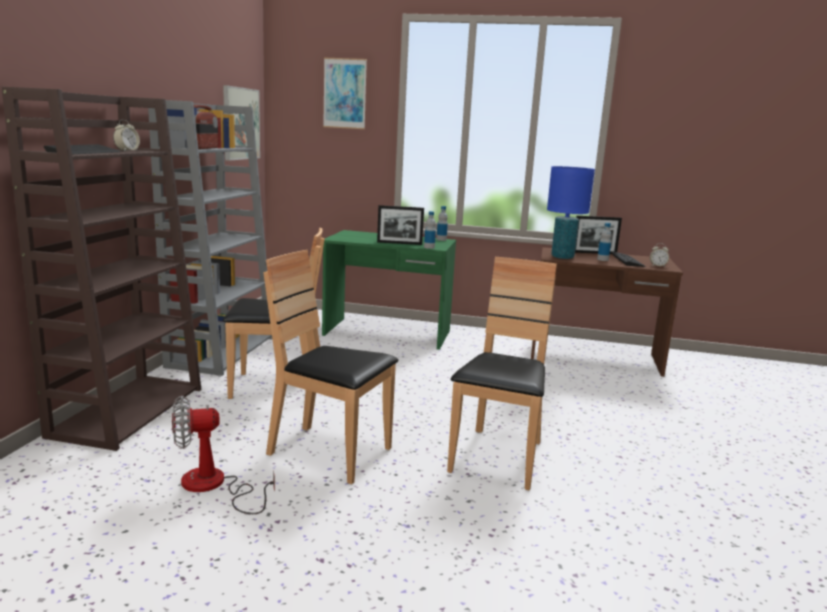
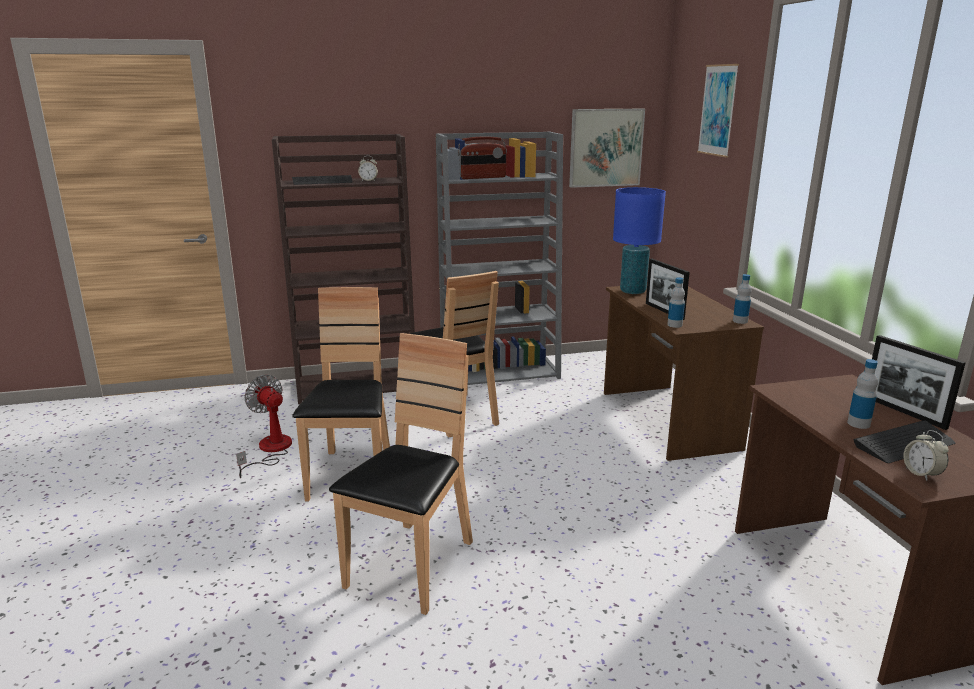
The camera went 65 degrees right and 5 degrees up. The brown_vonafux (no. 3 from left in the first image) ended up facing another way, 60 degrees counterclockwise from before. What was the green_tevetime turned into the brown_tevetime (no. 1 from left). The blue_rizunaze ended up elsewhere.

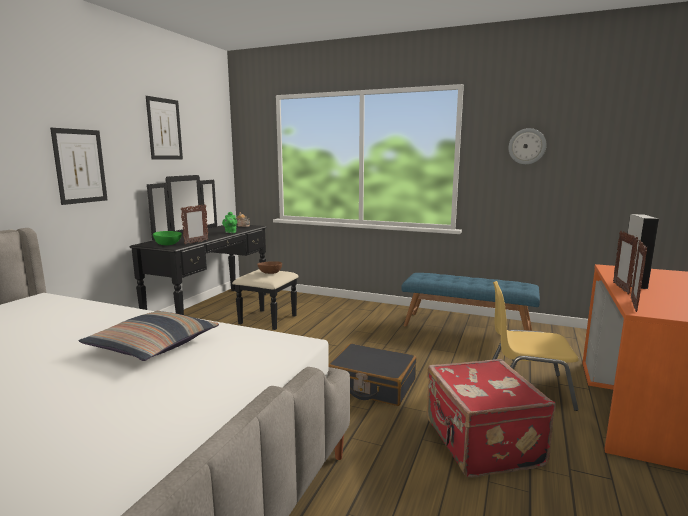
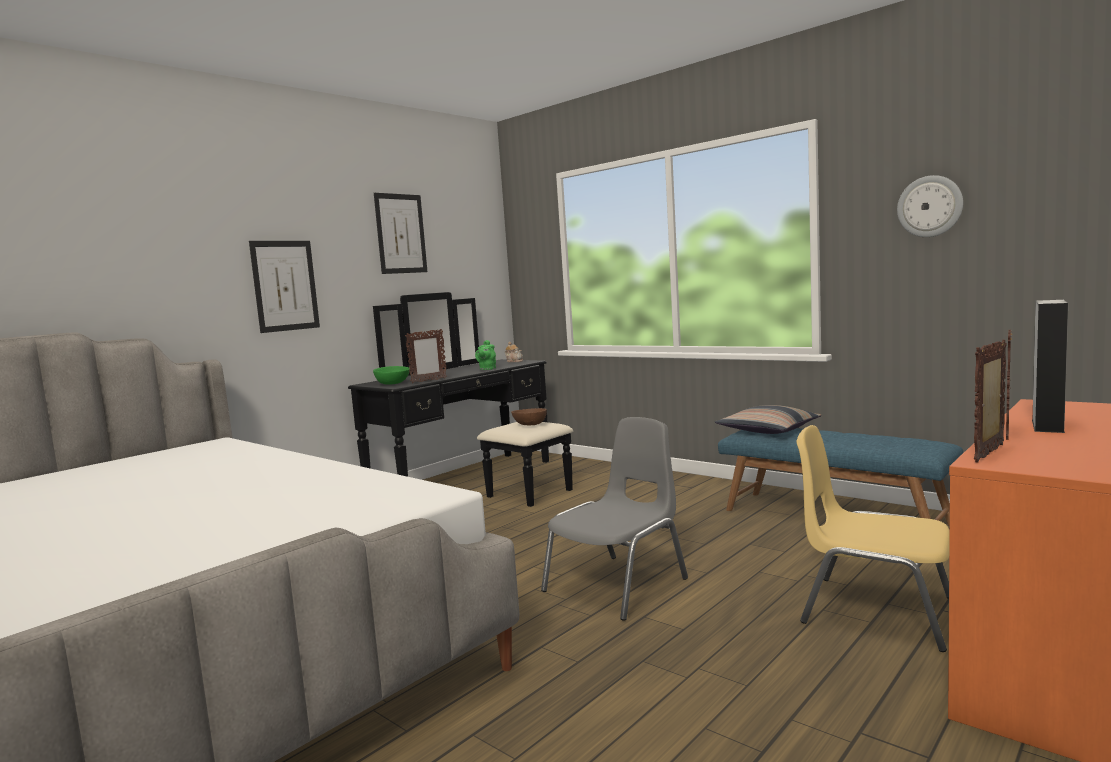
The camera went 20 degrees right and 5 degrees down. Where the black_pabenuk stood, the grey_vonafux came to stand. The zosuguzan ended up elsewhere. The second view lost the red_pabenuk.

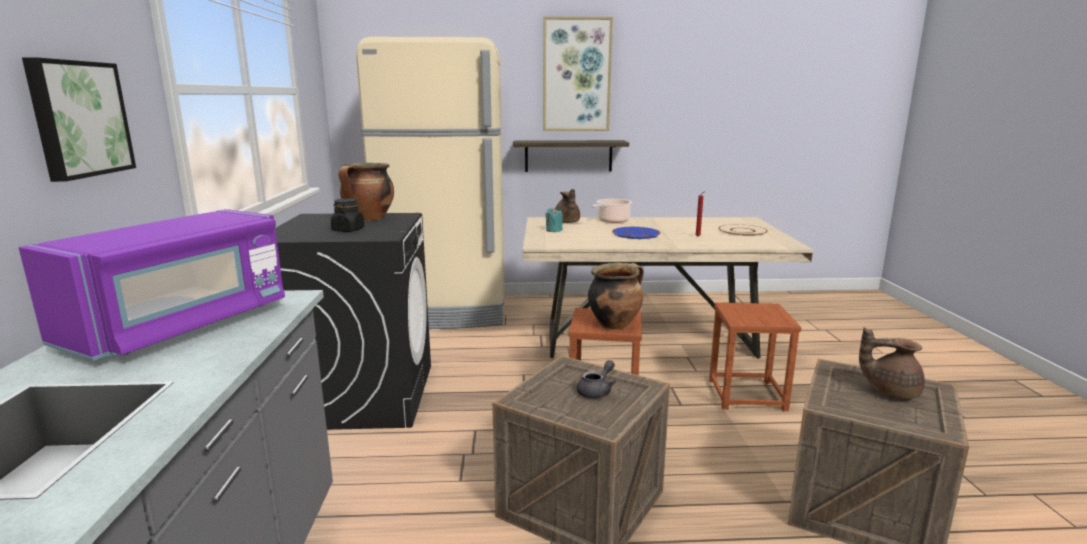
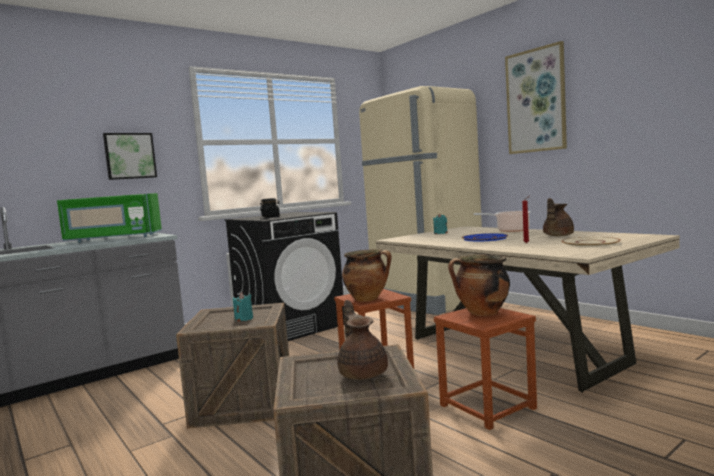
The camera went 55 degrees right and 10 degrees down. What was the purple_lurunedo turned into the green_lurunedo. Where the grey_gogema stood, the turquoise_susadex (no. 1 from left) came to stand. The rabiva (no. 1 from left in the first image) ended up elsewhere. The brown_gogema (no. 1 from left in the first image) ended up elsewhere. The second view lost the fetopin.

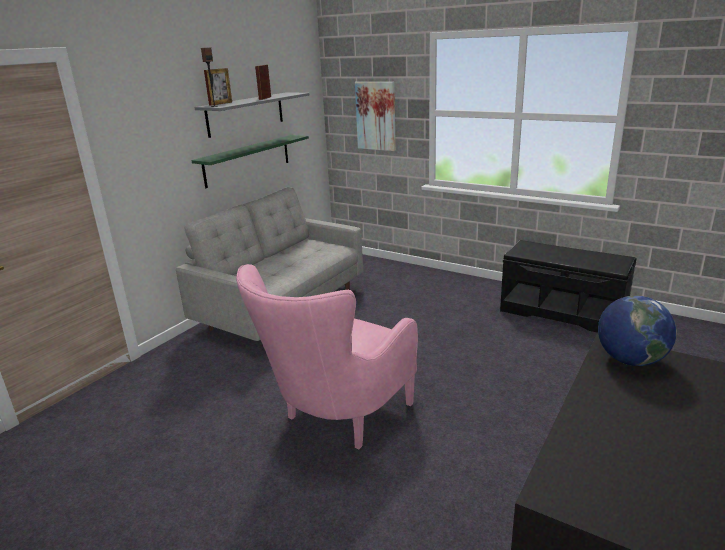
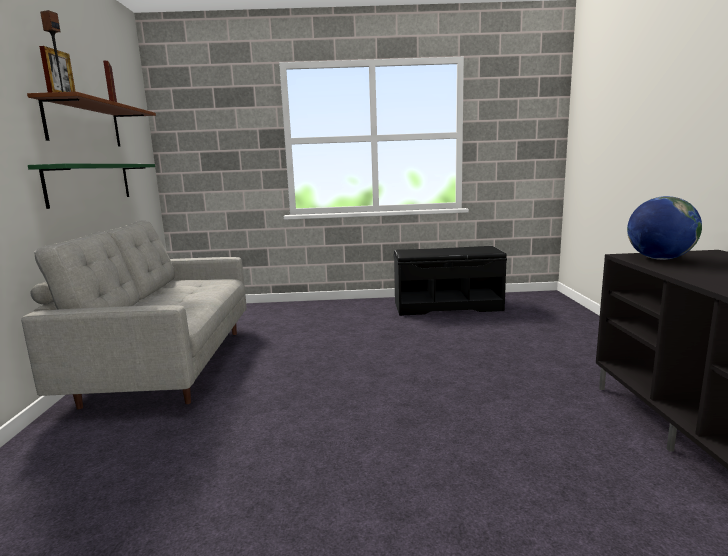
The camera went 35 degrees left and 10 degrees down. What was the grey_fetopin turned into the brown_fetopin. The second view lost the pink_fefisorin. The second view lost the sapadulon.

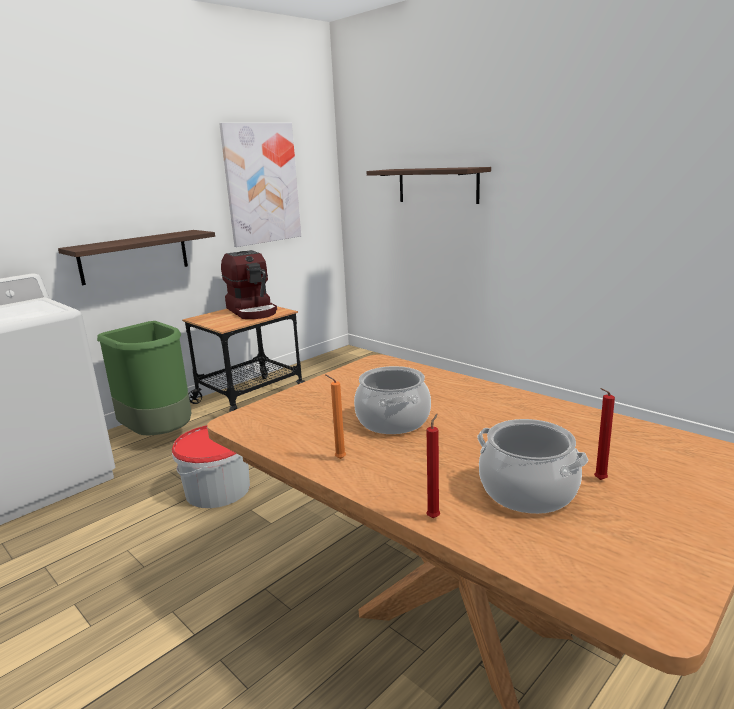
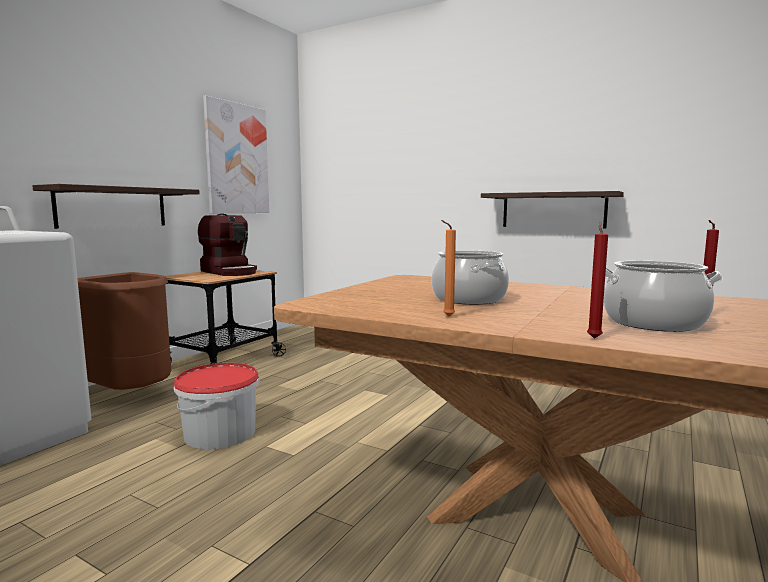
The camera went 15 degrees left and 10 degrees down. What was the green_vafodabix turned into the brown_vafodabix. The fetopin (no. 2 from left) ended up elsewhere.

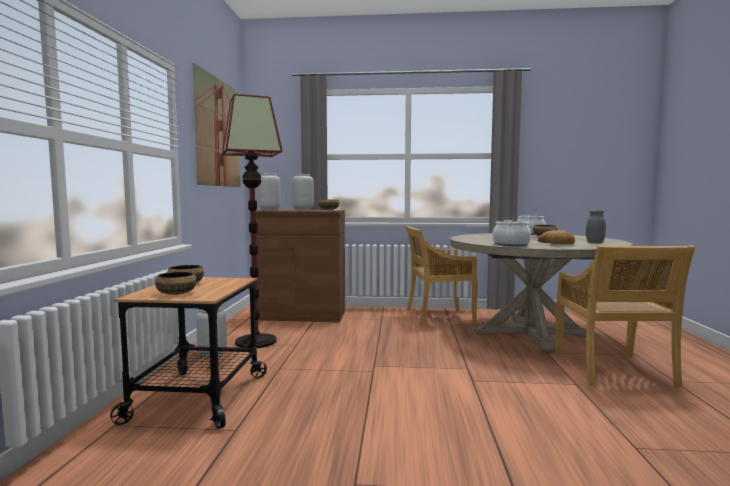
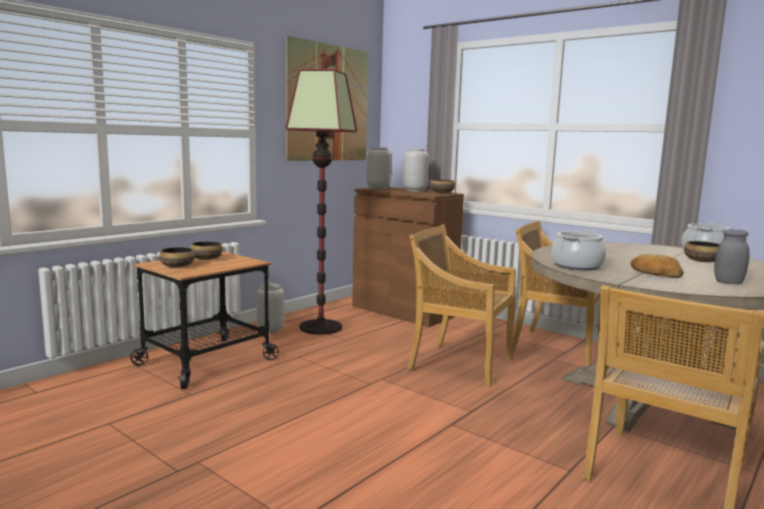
The camera went 35 degrees right and 5 degrees up. The second view gained the beige_vonafux (no. 1 from left).

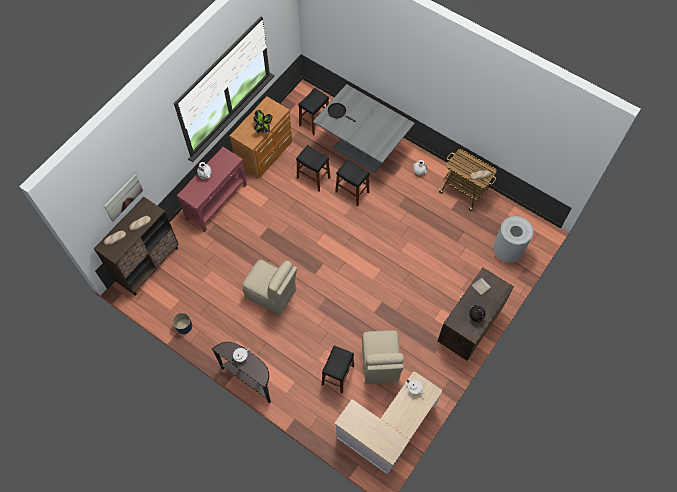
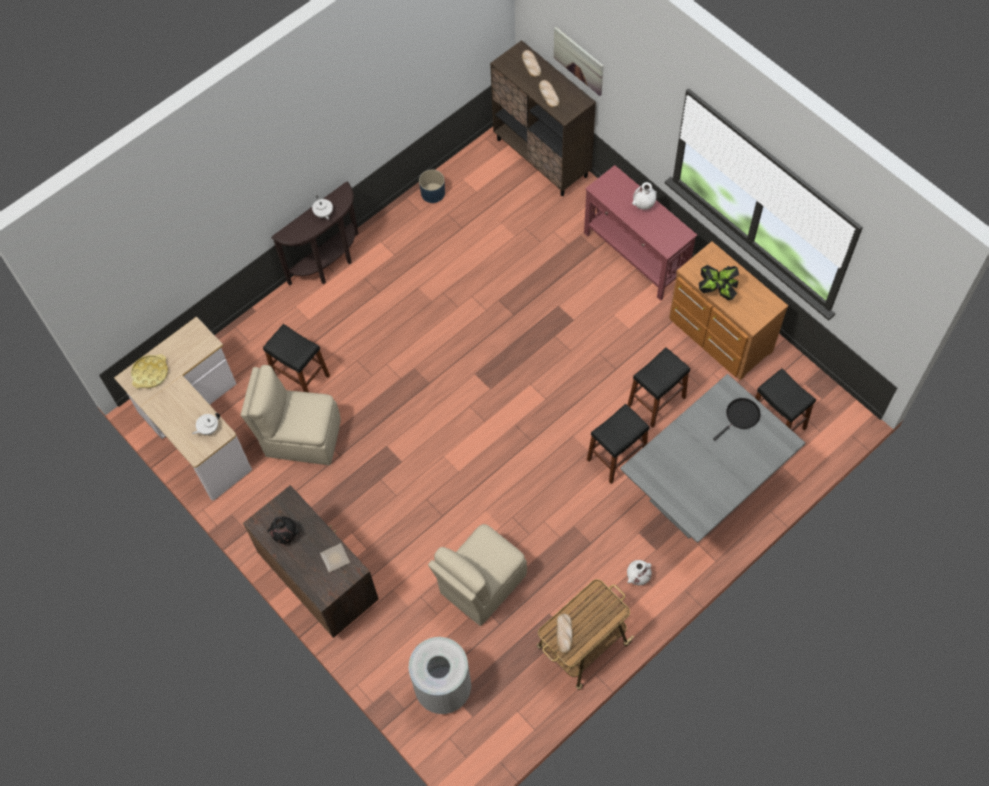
The camera went 105 degrees right and 0 degrees up. The second view gained the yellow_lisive. The beige_vonafux (no. 1 from left in the first image) ended up elsewhere.

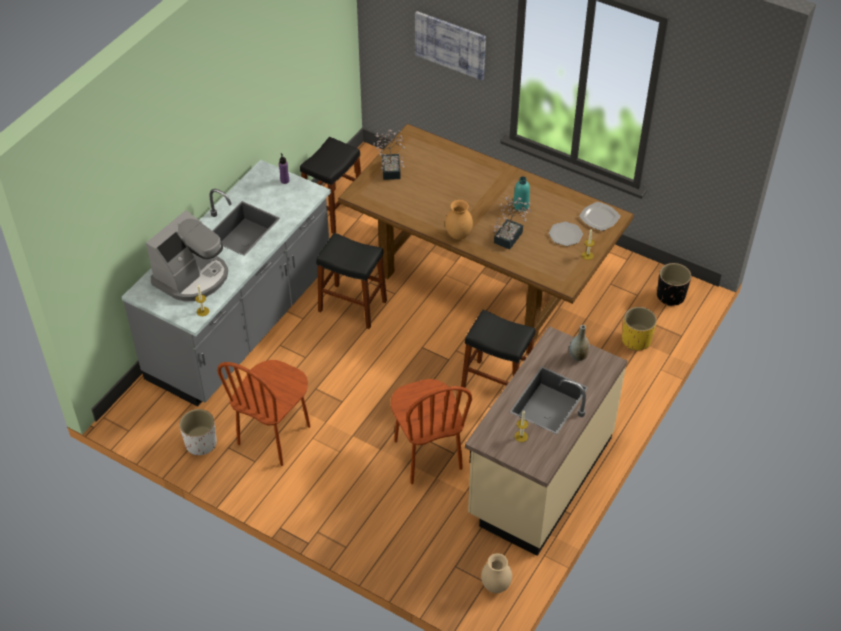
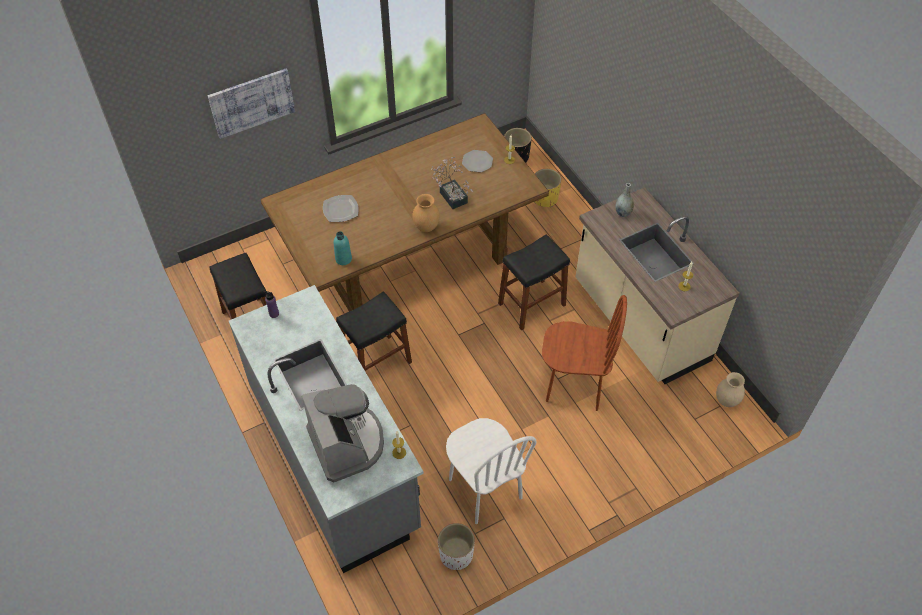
The camera went 60 degrees left and 5 degrees up. The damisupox (no. 2 from left in the first image) ended up elsewhere. The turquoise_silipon ended up elsewhere. What was the brown_vonafux (no. 1 from left) turned into the white_vonafux. The second view lost the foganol (no. 1 from left).

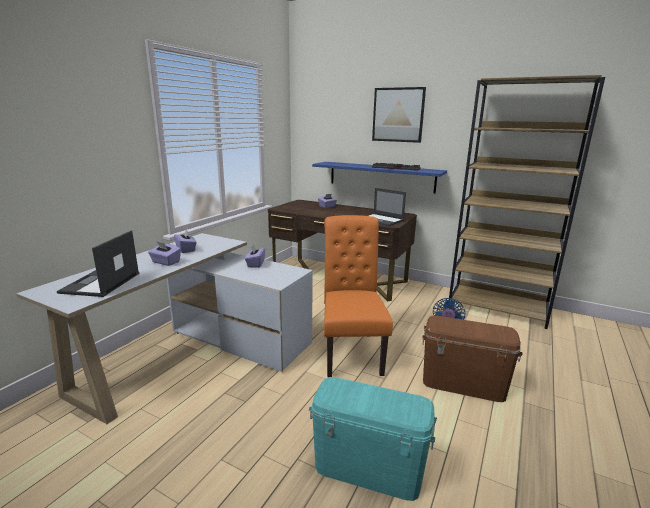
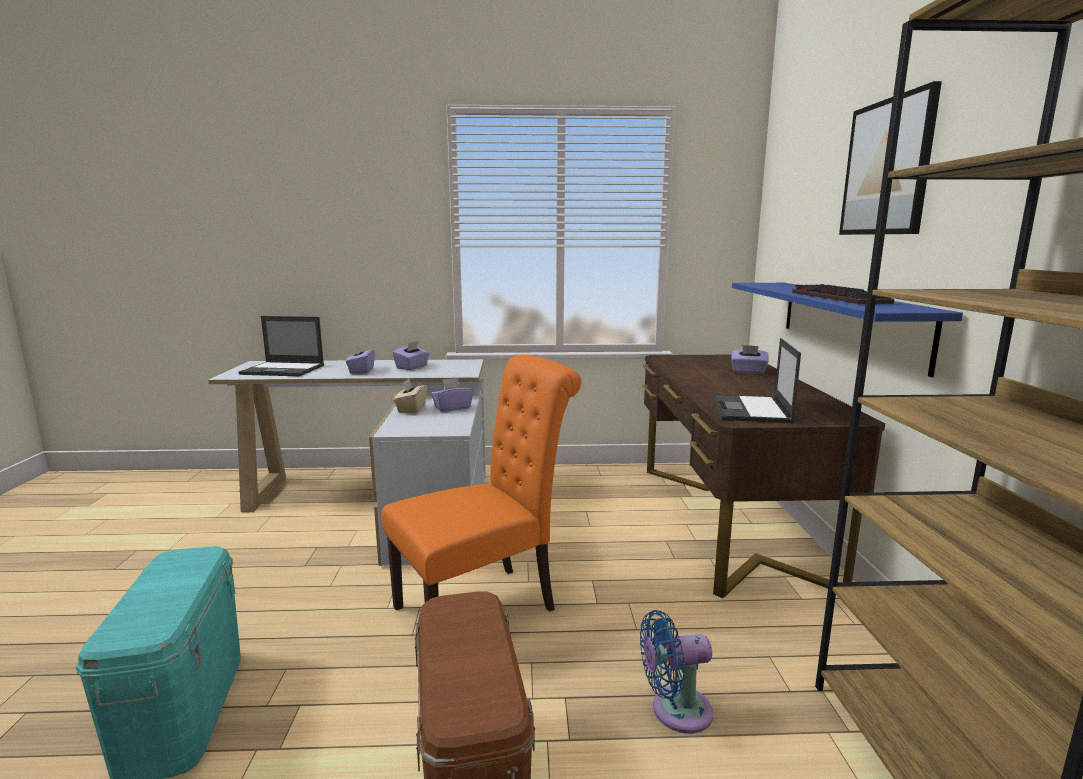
The camera went 60 degrees right and 5 degrees down. The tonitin (no. 1 from left) ended up facing another way, 150 degrees counterclockwise from before. The second view gained the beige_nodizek.

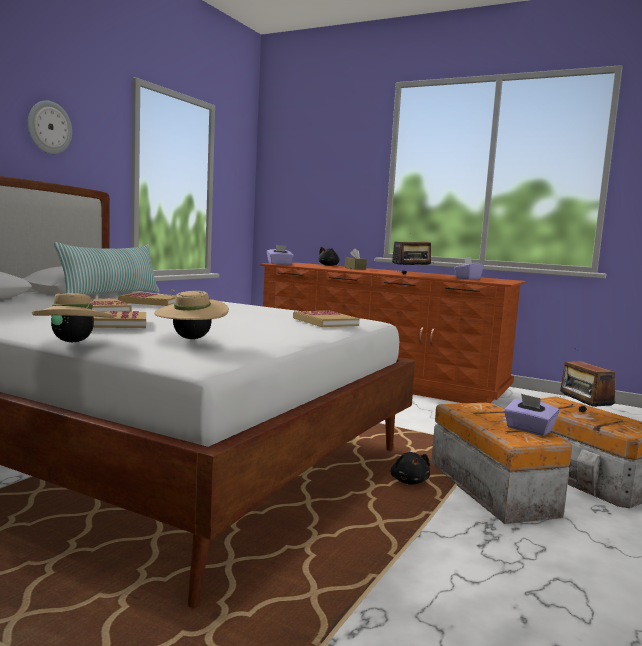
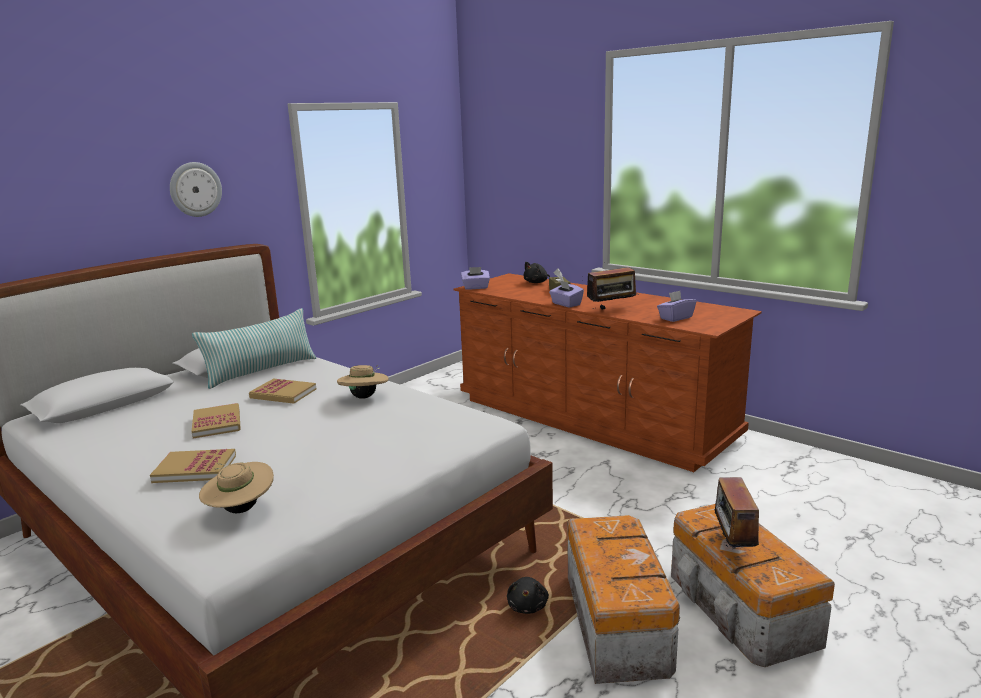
The camera went 15 degrees right and 10 degrees up. The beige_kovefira (no. 1 from left in the first image) ended up elsewhere. The purple_nodizek (no. 3 from left in the first image) ended up elsewhere. The second view lost the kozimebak (no. 4 from left).

